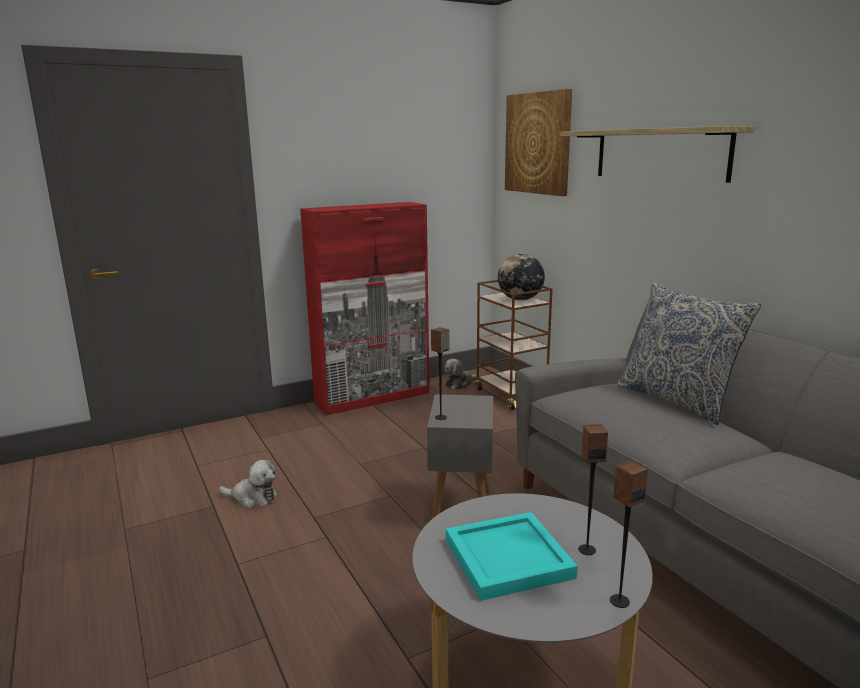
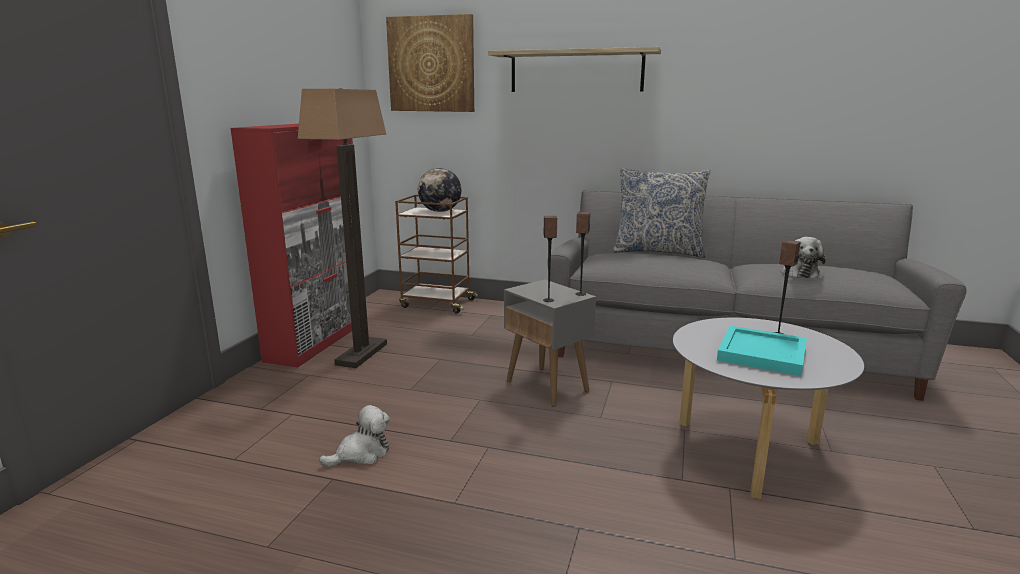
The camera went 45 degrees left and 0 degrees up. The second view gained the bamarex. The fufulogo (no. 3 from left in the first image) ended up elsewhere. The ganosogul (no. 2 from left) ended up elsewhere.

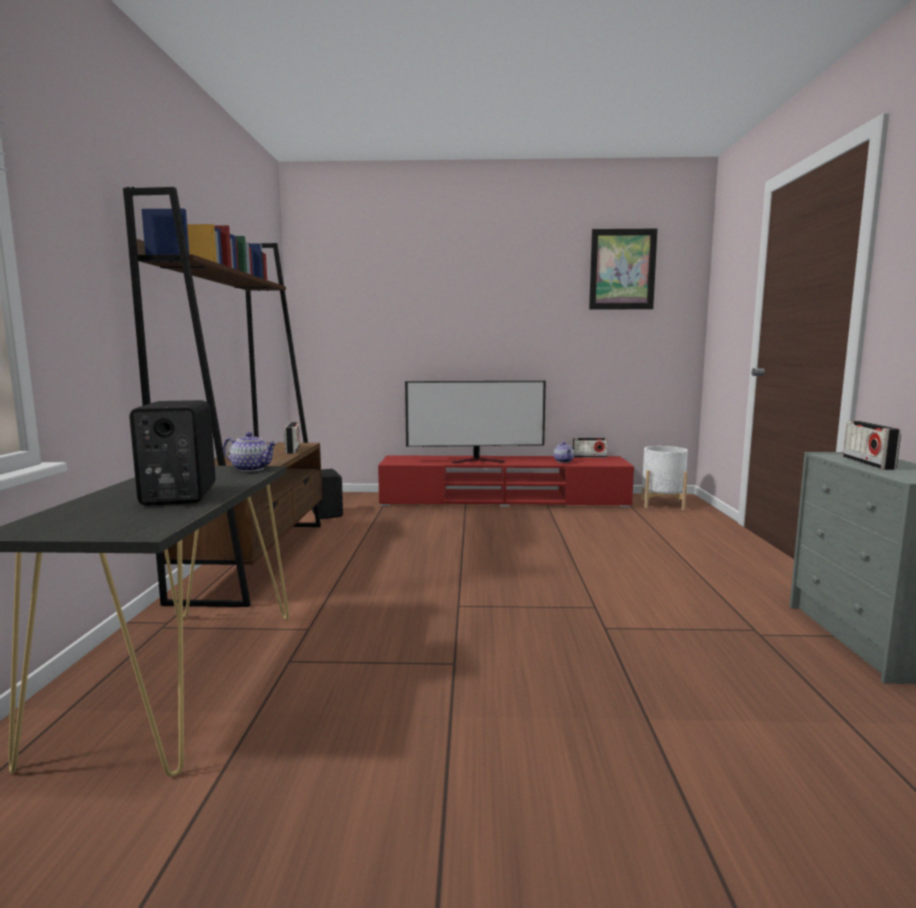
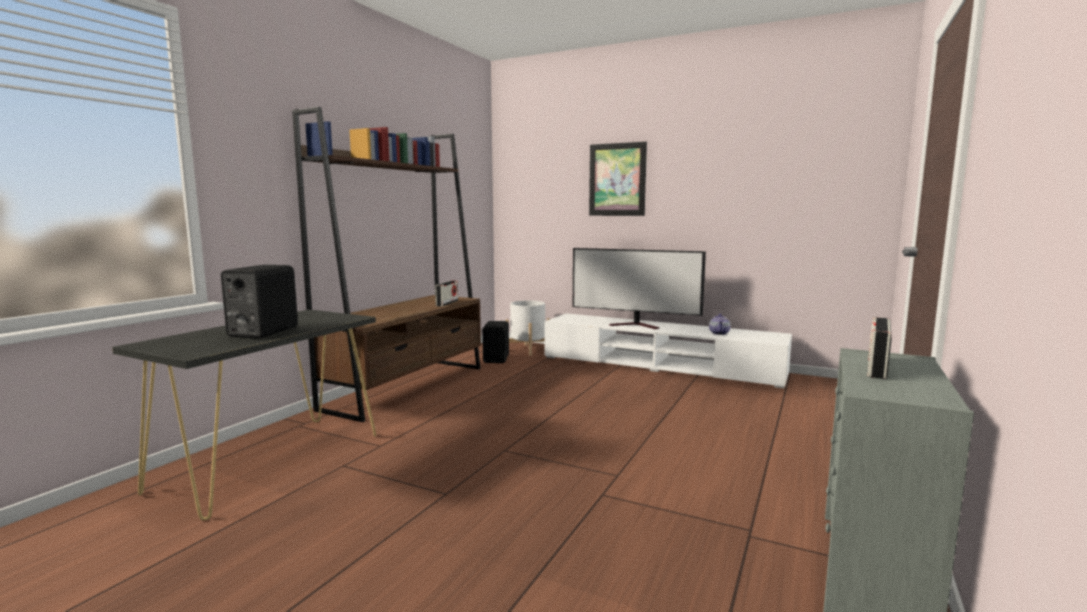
The camera went 25 degrees right and 0 degrees up. The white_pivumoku ended up elsewhere. What was the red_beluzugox turned into the white_beluzugox. The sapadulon ended up elsewhere. The second view lost the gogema (no. 1 from left). The second view lost the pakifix (no. 2 from left).

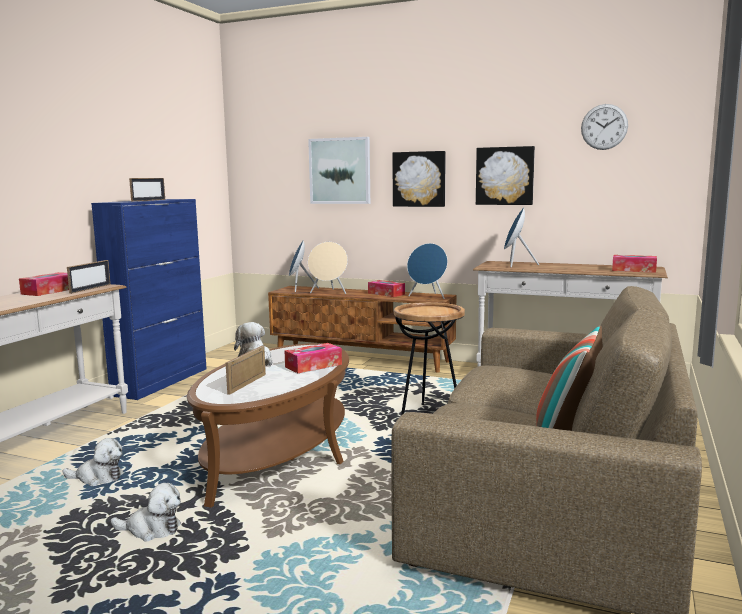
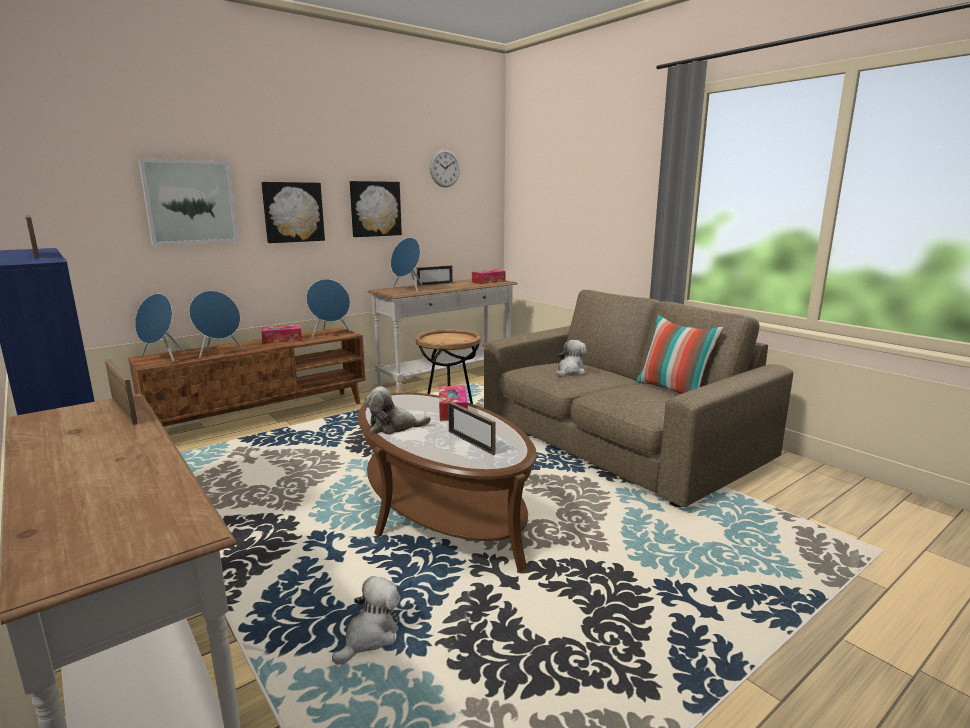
The camera went 60 degrees left and 5 degrees up. What was the beige_fufulogo turned into the blue_fufulogo (no. 2 from left). The second view gained the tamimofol (no. 3 from left). The ganosogul (no. 2 from left in the first image) ended up elsewhere. The second view lost the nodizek (no. 1 from left).

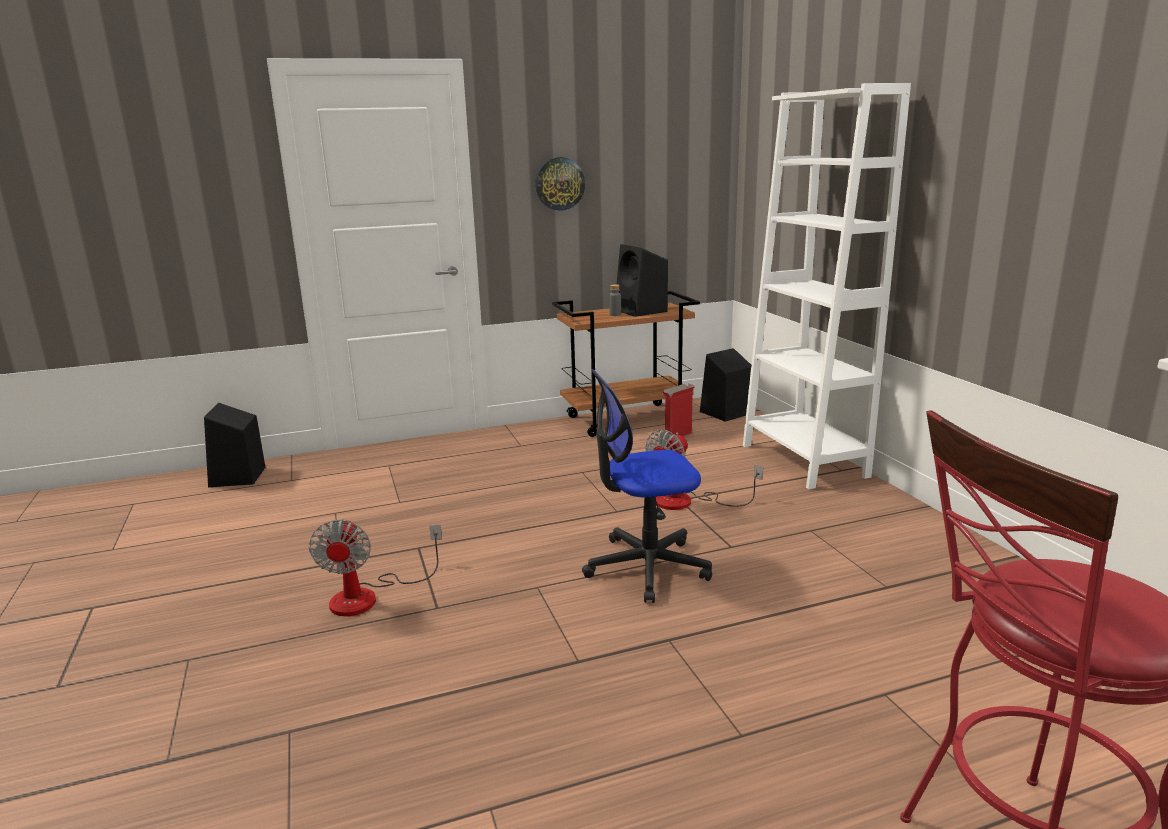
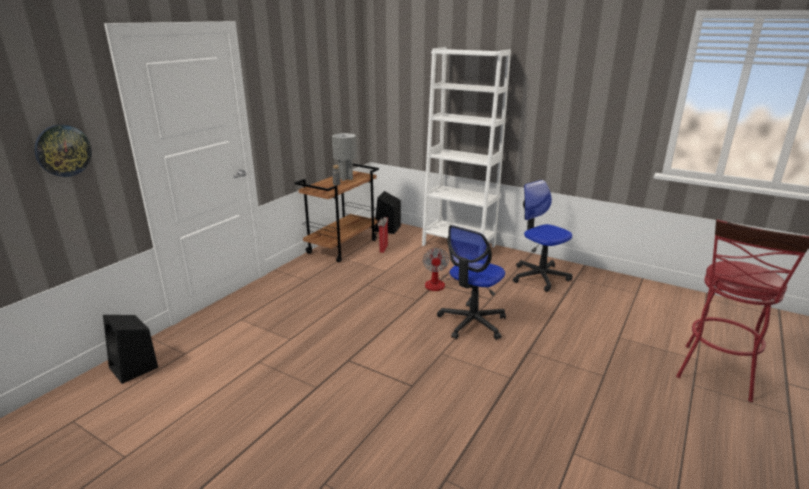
The camera went 40 degrees left and 5 degrees up. The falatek ended up elsewhere. Where the black_fufulogo (no. 2 from left) stood, the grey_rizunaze came to stand. The second view gained the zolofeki (no. 2 from left). The second view lost the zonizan (no. 1 from left).

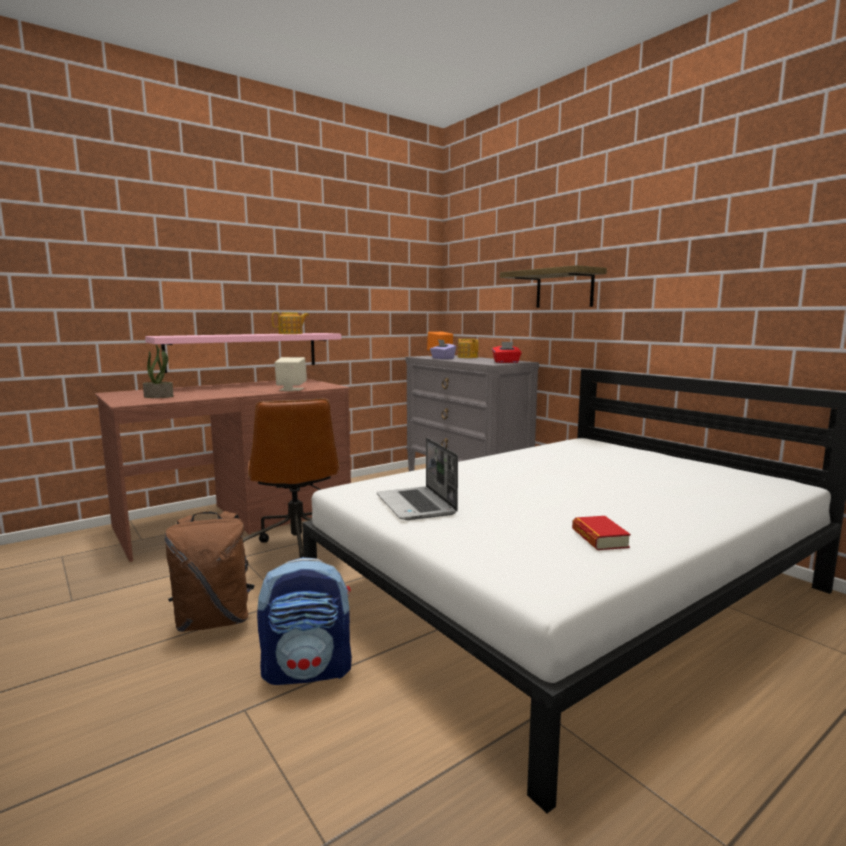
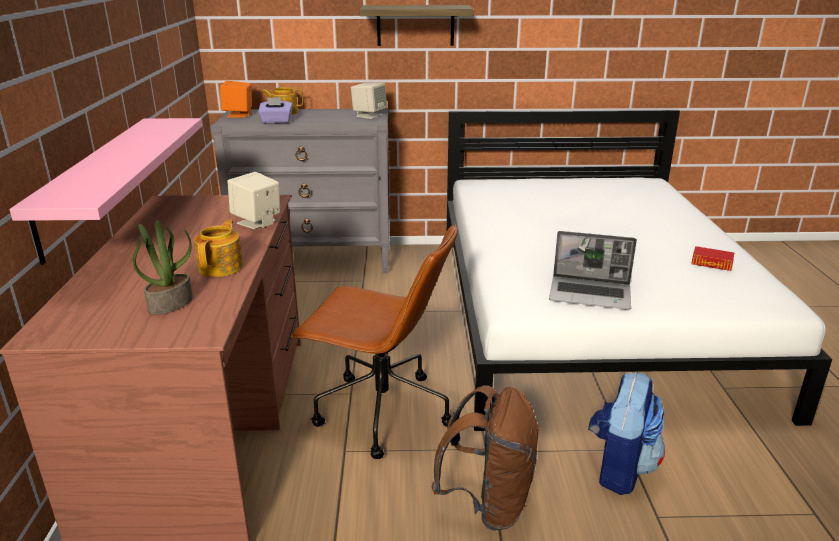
The camera went 55 degrees left and 15 degrees up. The gogema (no. 1 from left) ended up elsewhere. Where the red_nodizek stood, the beige_fufulogo (no. 2 from left) came to stand.

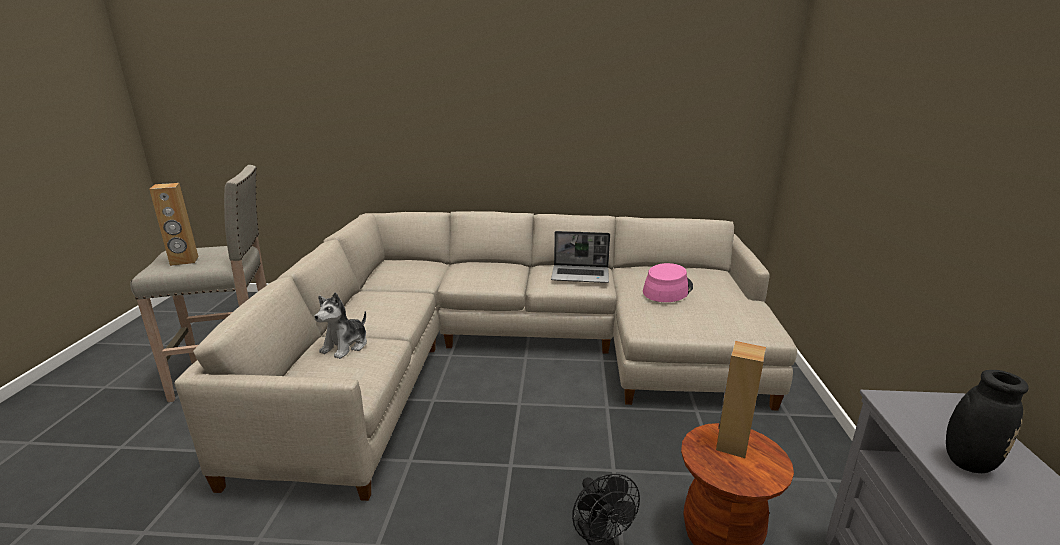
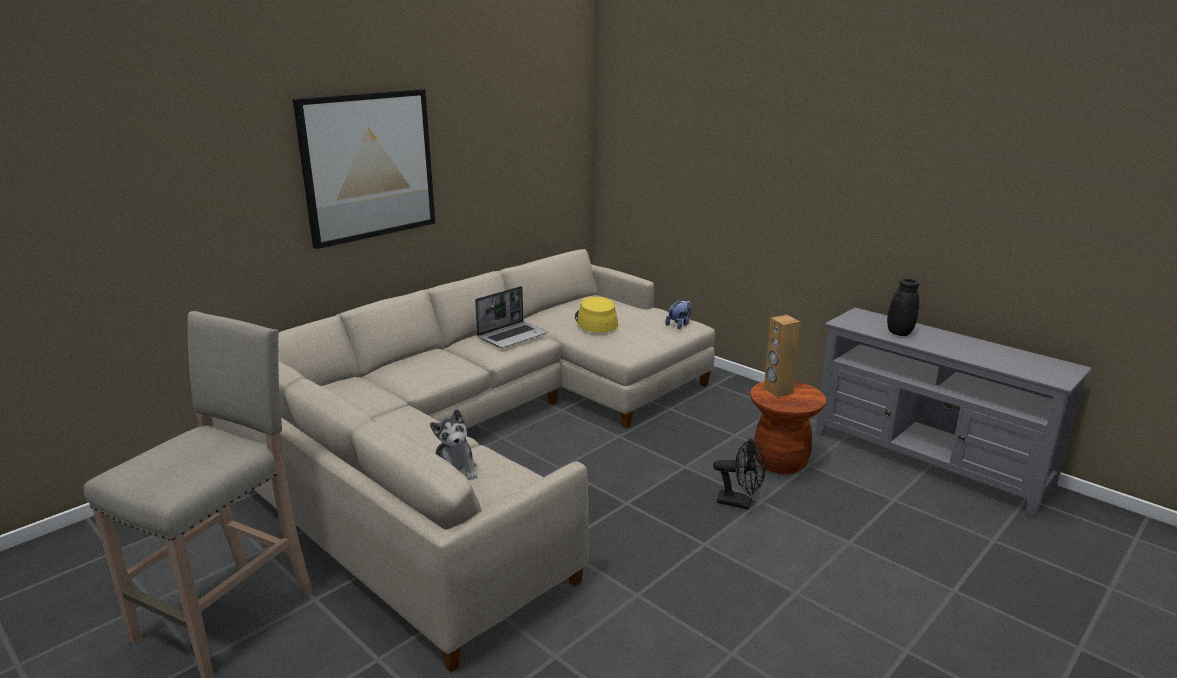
The camera went 50 degrees left and 0 degrees up. The second view gained the sapadulon. What was the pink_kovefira turned into the yellow_kovefira. The second view gained the ganosogul (no. 2 from left). The second view lost the brown_fufulogo (no. 1 from left).

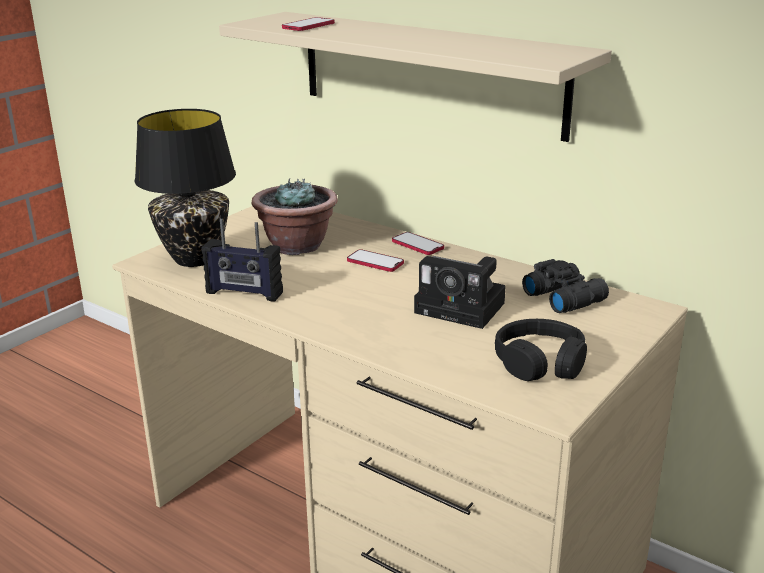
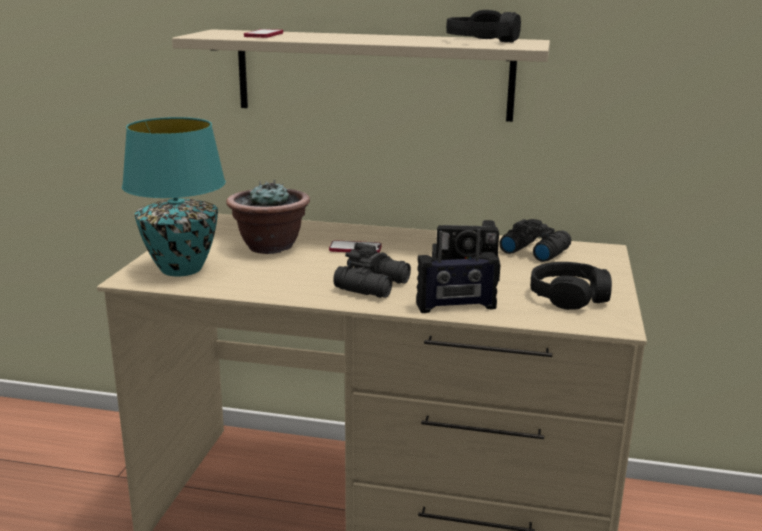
The camera went 25 degrees left and 5 degrees down. What was the black_rizunaze turned into the turquoise_rizunaze. The second view gained the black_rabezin (no. 1 from left). The pakifix ended up elsewhere. The second view gained the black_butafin (no. 1 from left). The second view lost the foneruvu (no. 3 from left).

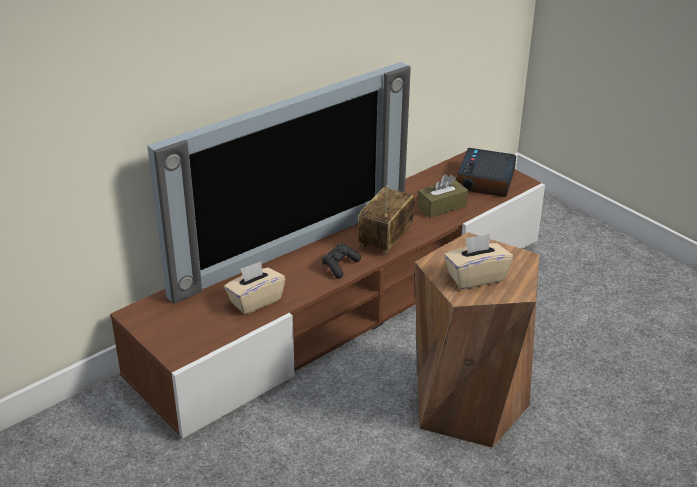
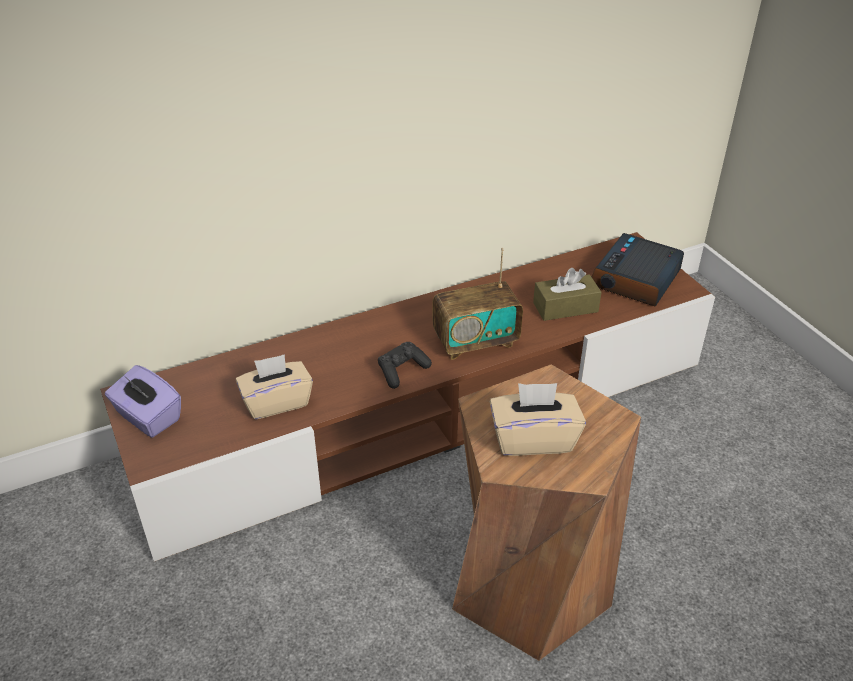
The camera went 15 degrees right and 5 degrees up. The second view gained the purple_nodizek. The pakifix ended up facing another way, 150 degrees counterclockwise from before. The second view lost the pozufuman.

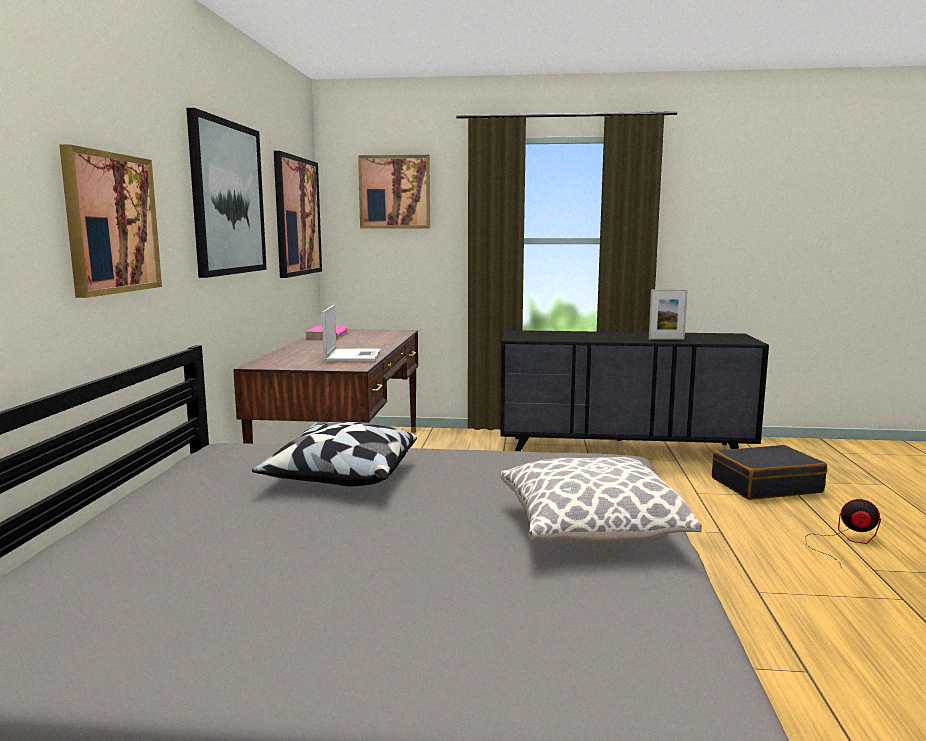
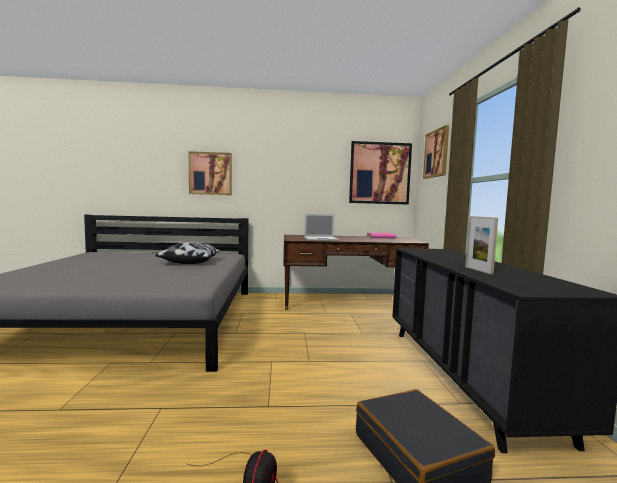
The camera went 80 degrees right and 5 degrees down. The second view lost the sapadulon (no. 2 from left). The second view lost the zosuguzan (no. 2 from left).

